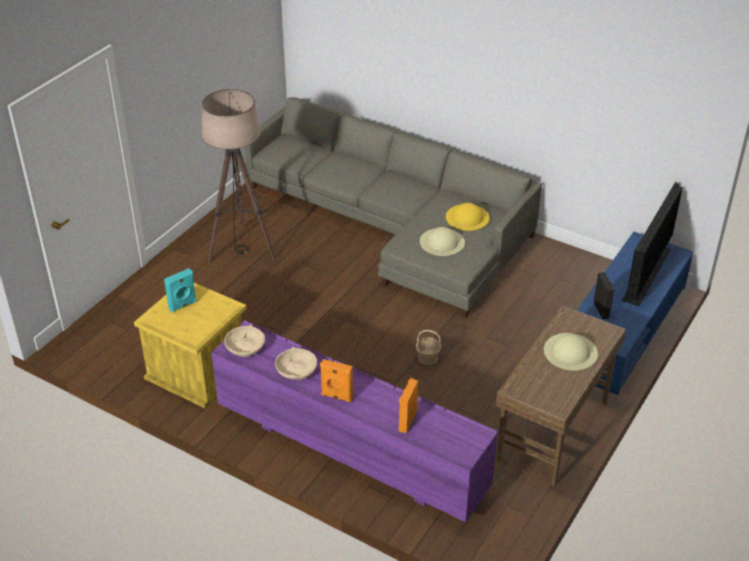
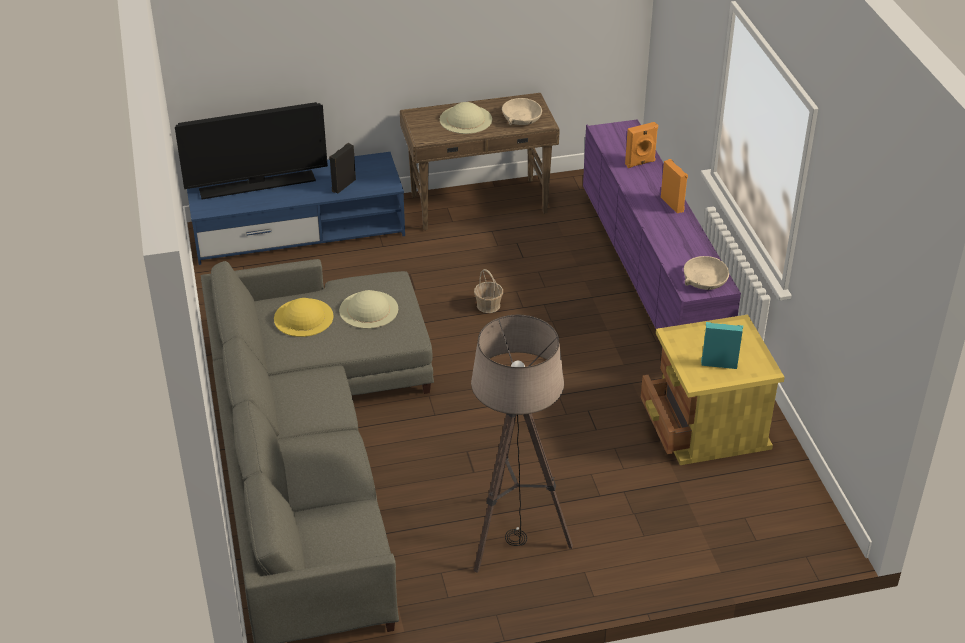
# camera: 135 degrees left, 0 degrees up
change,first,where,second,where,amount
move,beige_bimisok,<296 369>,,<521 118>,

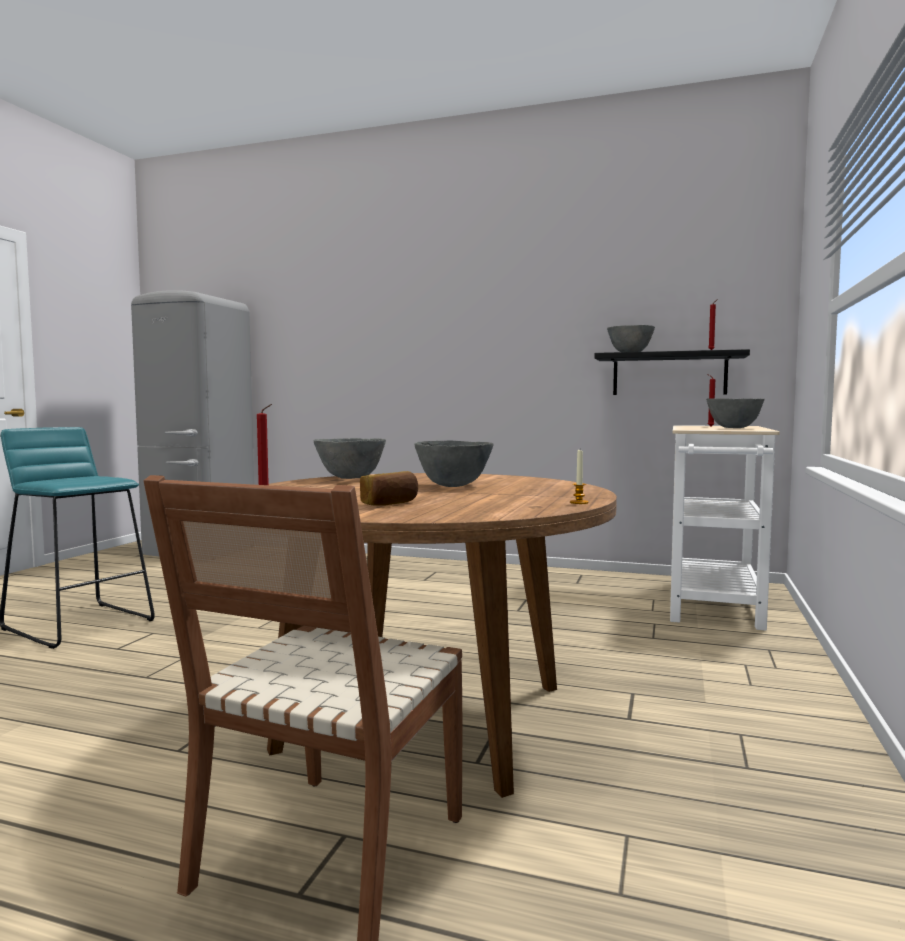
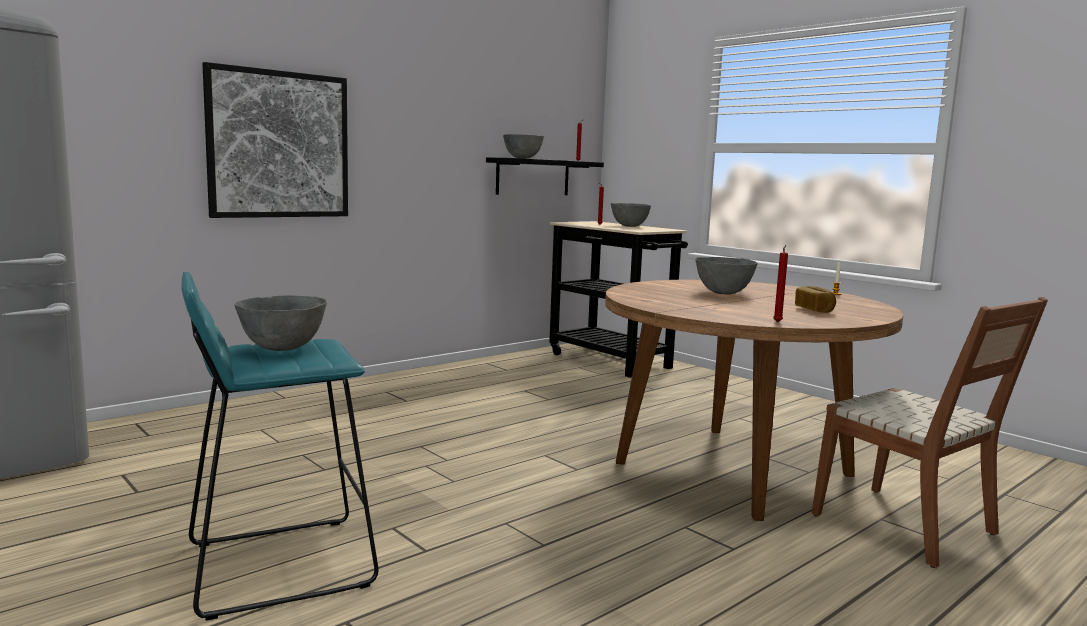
# camera: 60 degrees left, 5 degrees up
change,first,where,second,where,amount
insert,,,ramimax,<279 145>,
move,grey_bimisok,<351 478>,,<282 349>,
recolor,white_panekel,<713 605>,black_panekel,<611 361>,

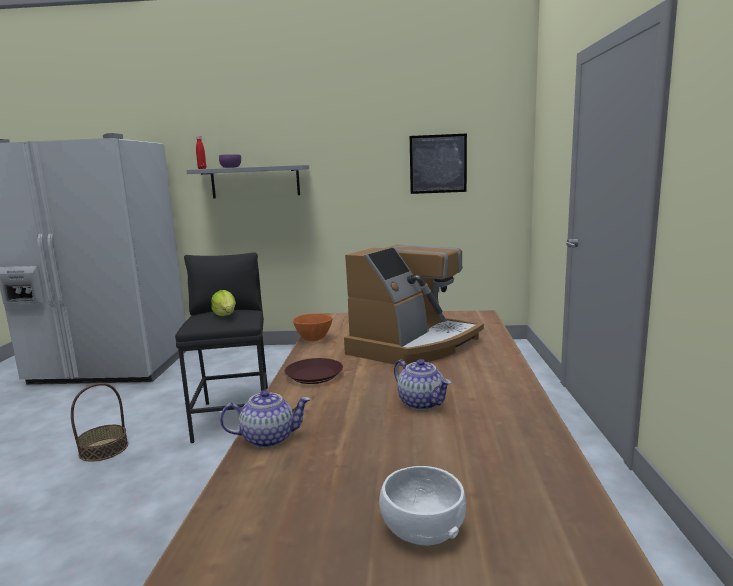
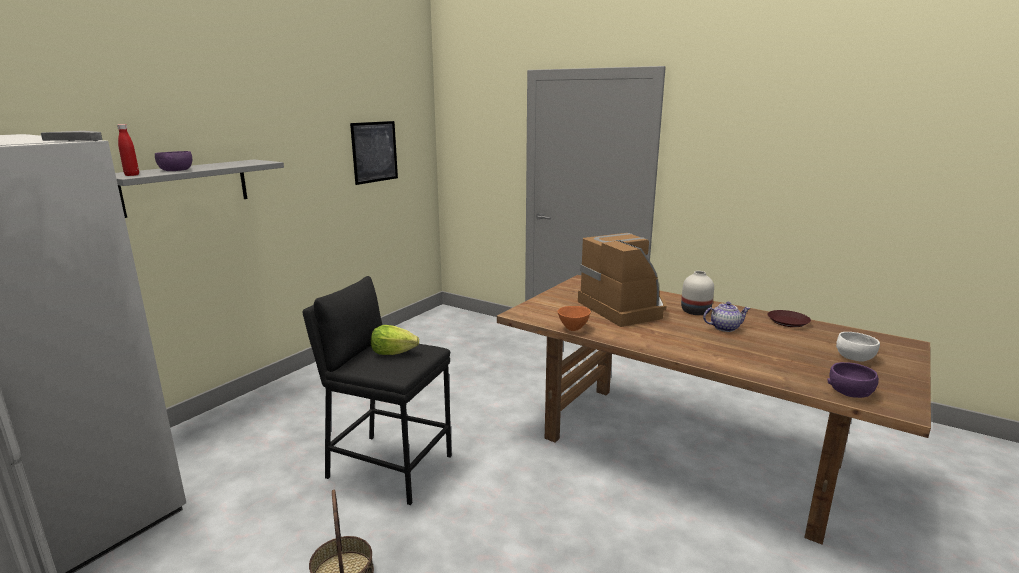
# camera: 60 degrees left, 5 degrees up
change,first,where,second,where,amount
delete,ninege,<269 438>,,,
insert,,,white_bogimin,<695 311>,
insert,,,purple_bimisok,<850 392>,
move,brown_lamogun,<314 375>,,<787 322>,

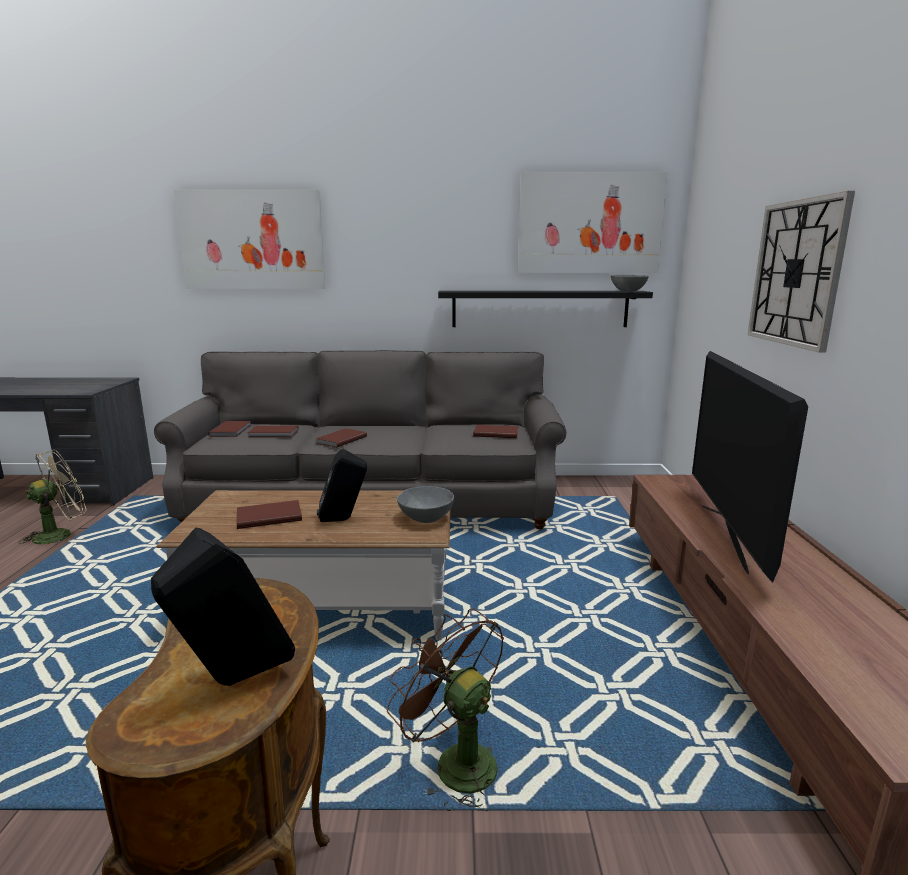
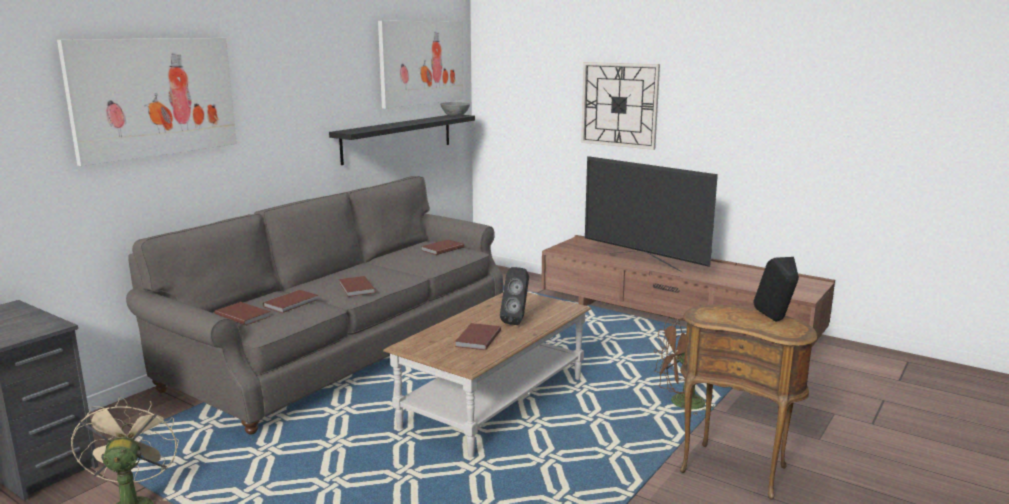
# camera: 55 degrees left, 0 degrees up
change,first,where,second,where,amount
delete,grey_bimisok,<425 518>,,,

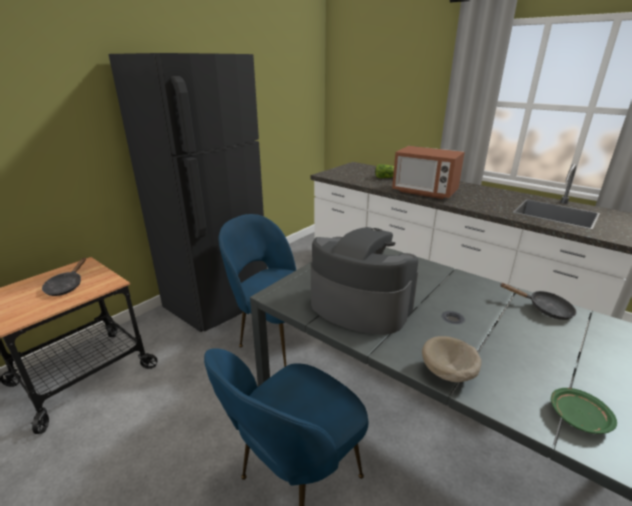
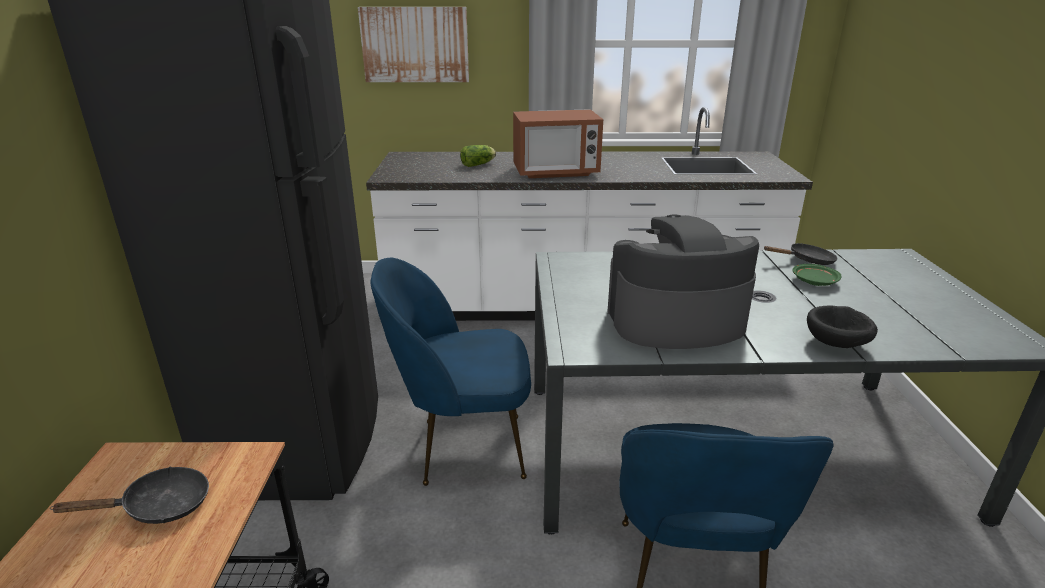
# camera: 40 degrees left, 0 degrees up
change,first,where,second,where,amount
insert,,,ramimax,<415 45>,
move,green_lamogun,<578 417>,,<814 281>,
recolor,beige_bimisok,<448 374>,black_bimisok,<837 344>,
rotate,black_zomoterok,<66 286>,,<159 507>,75 degrees counterclockwise

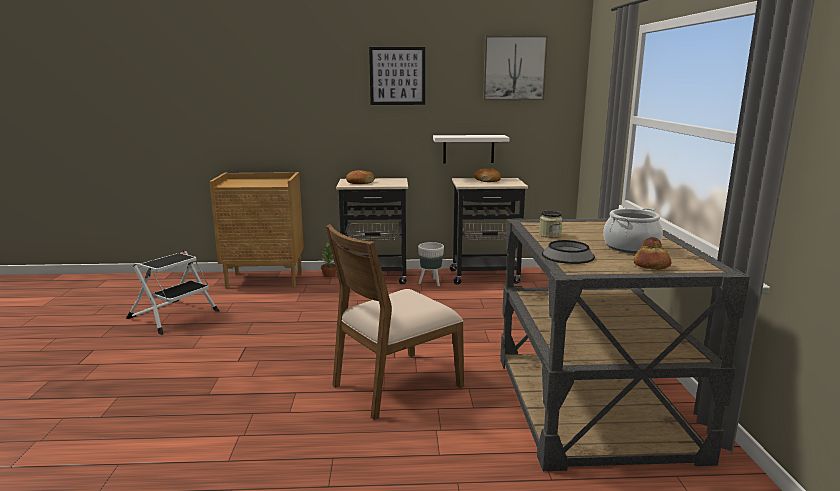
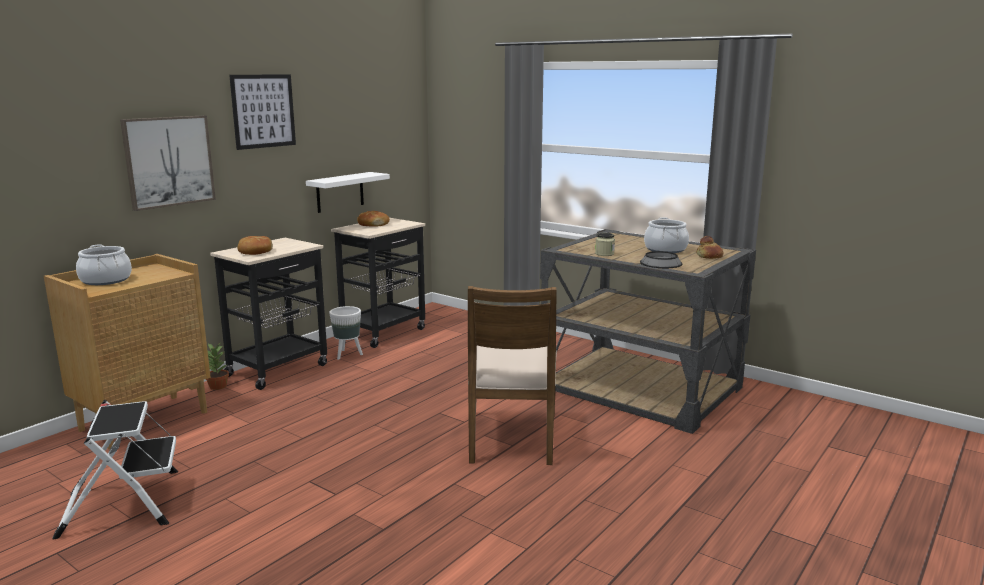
# camera: 50 degrees left, 0 degrees up
change,first,where,second,where,amount
insert,,,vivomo,<106 280>,
move,ramimax,<514 68>,,<168 161>,

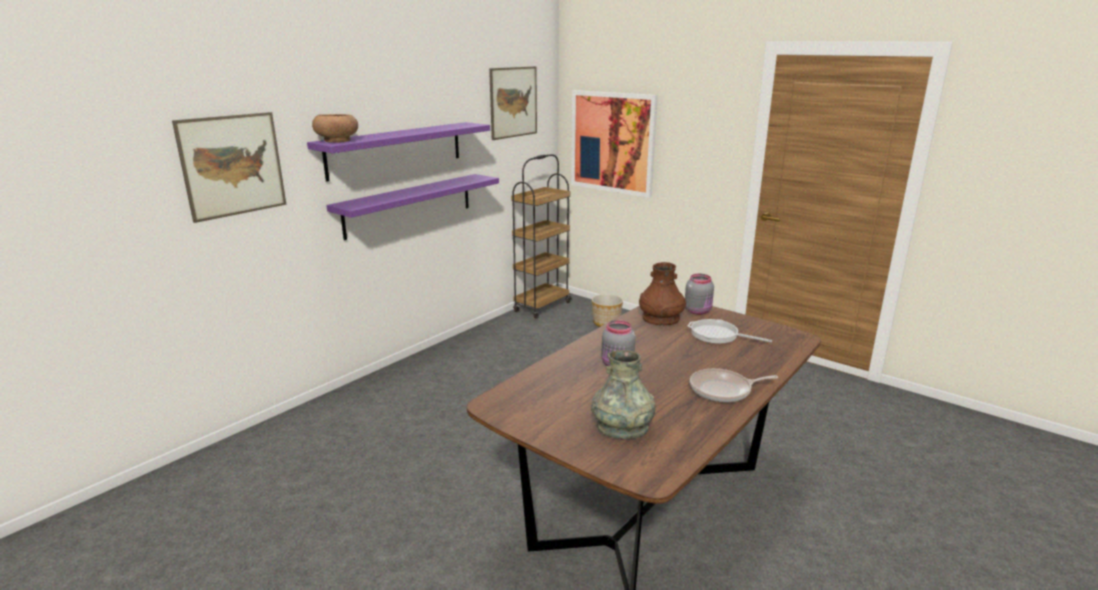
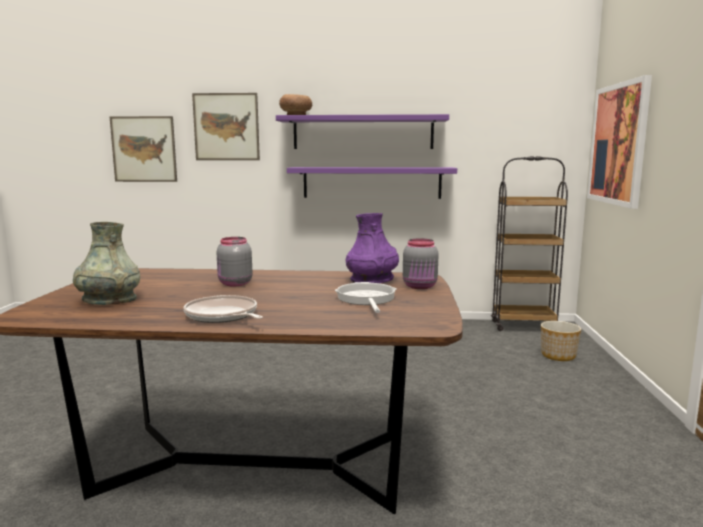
# camera: 55 degrees right, 10 degrees down
change,first,where,second,where,amount
move,ramimax,<513 102>,,<144 149>,
recolor,brown_bogimin,<660 318>,purple_bogimin,<372 280>,

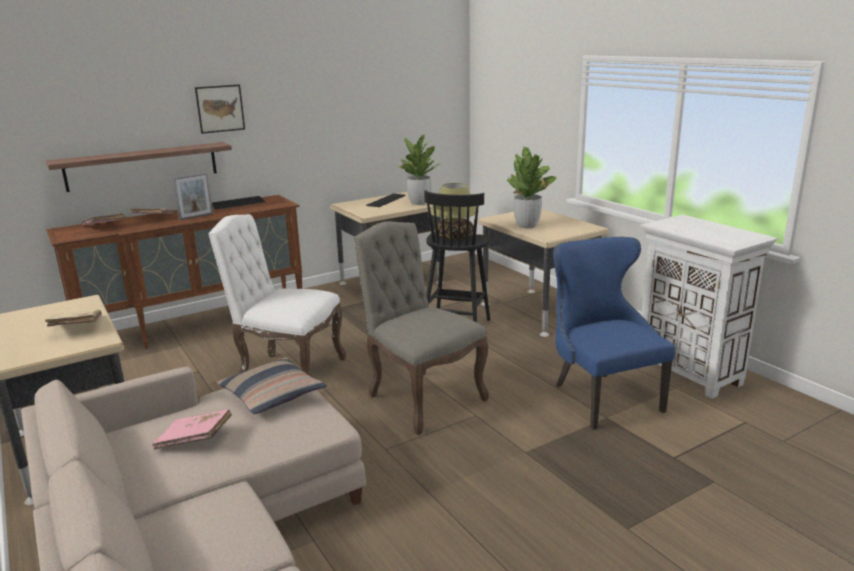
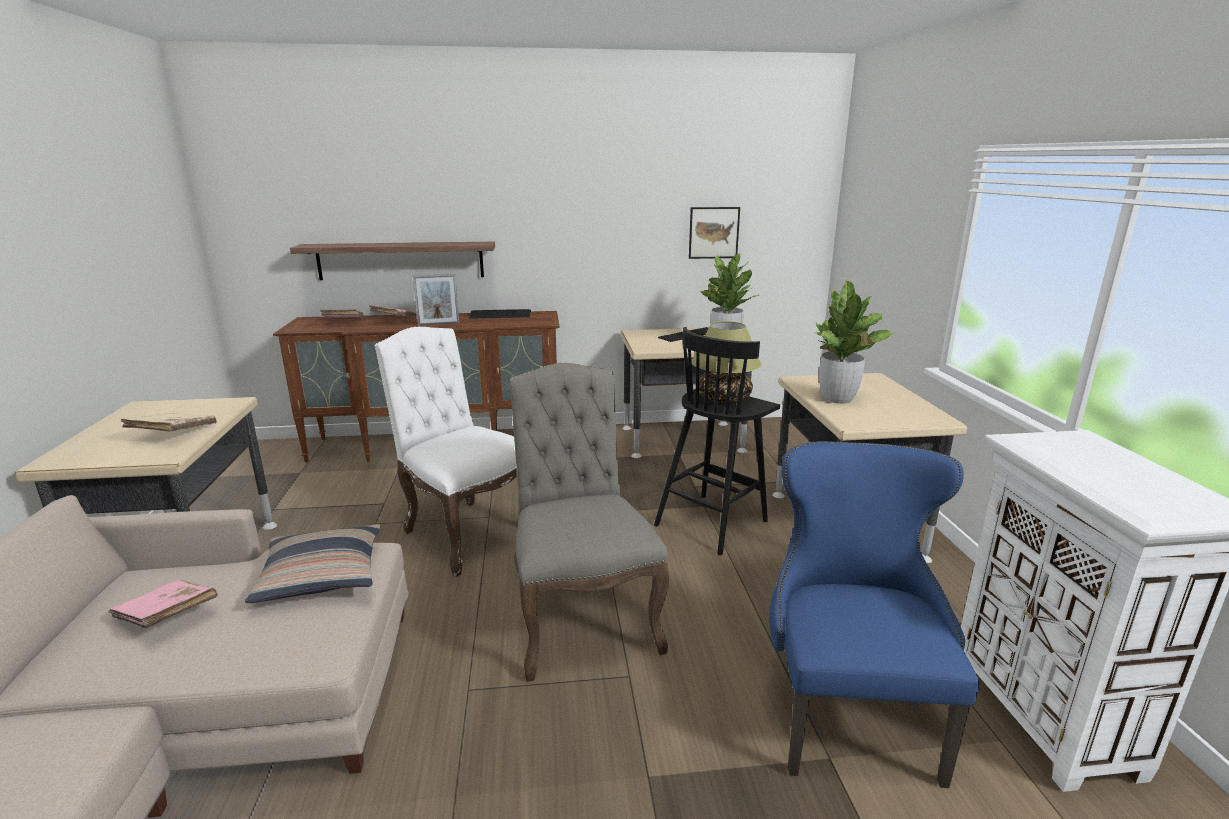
# camera: 25 degrees right, 0 degrees up
change,first,where,second,where,amount
move,ramimax,<220 108>,,<713 232>,

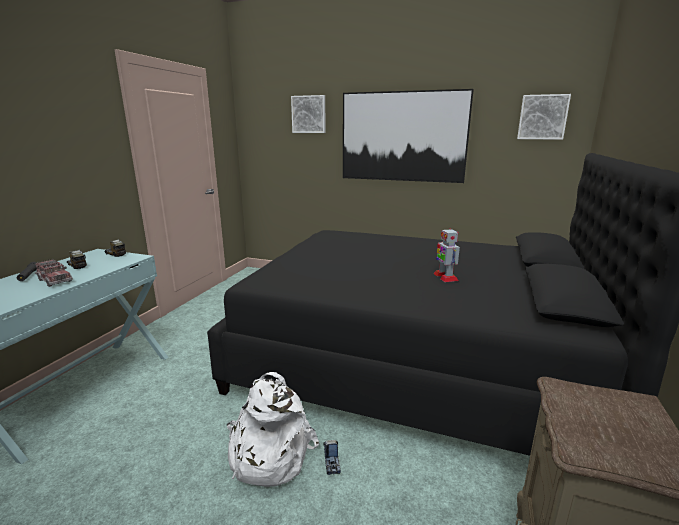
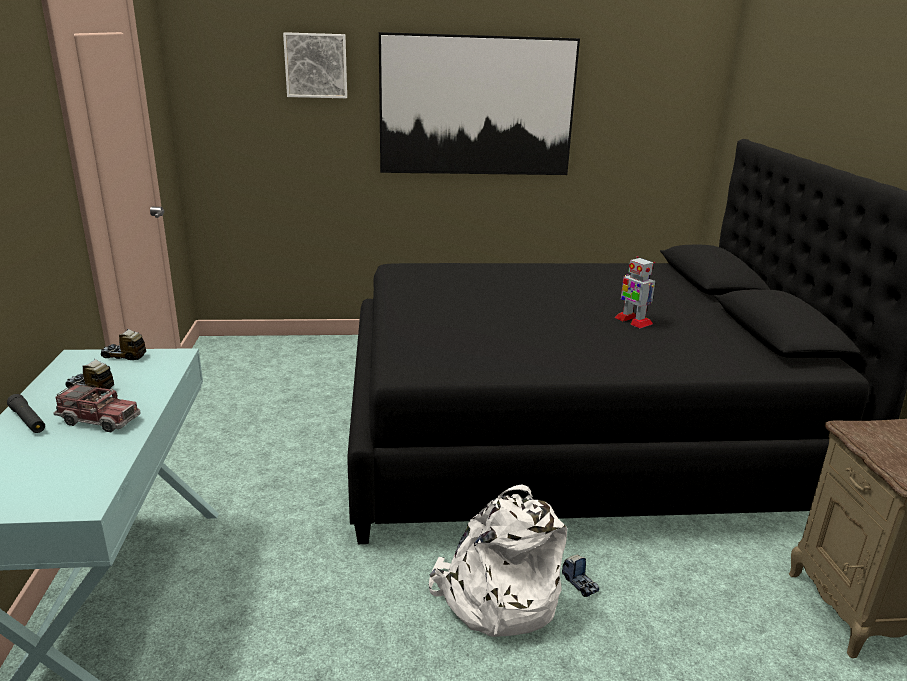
# camera: 25 degrees left, 5 degrees up
change,first,where,second,where,amount
delete,ramimax,<542 117>,,,

